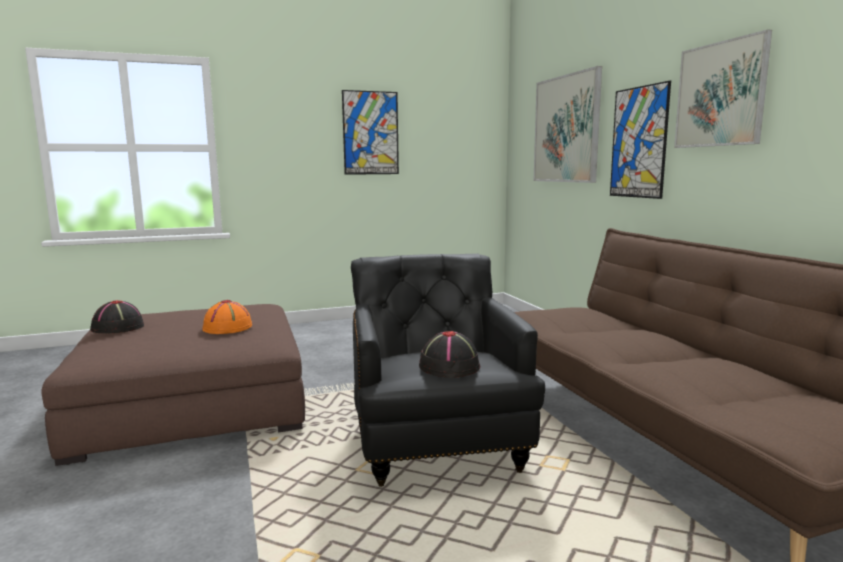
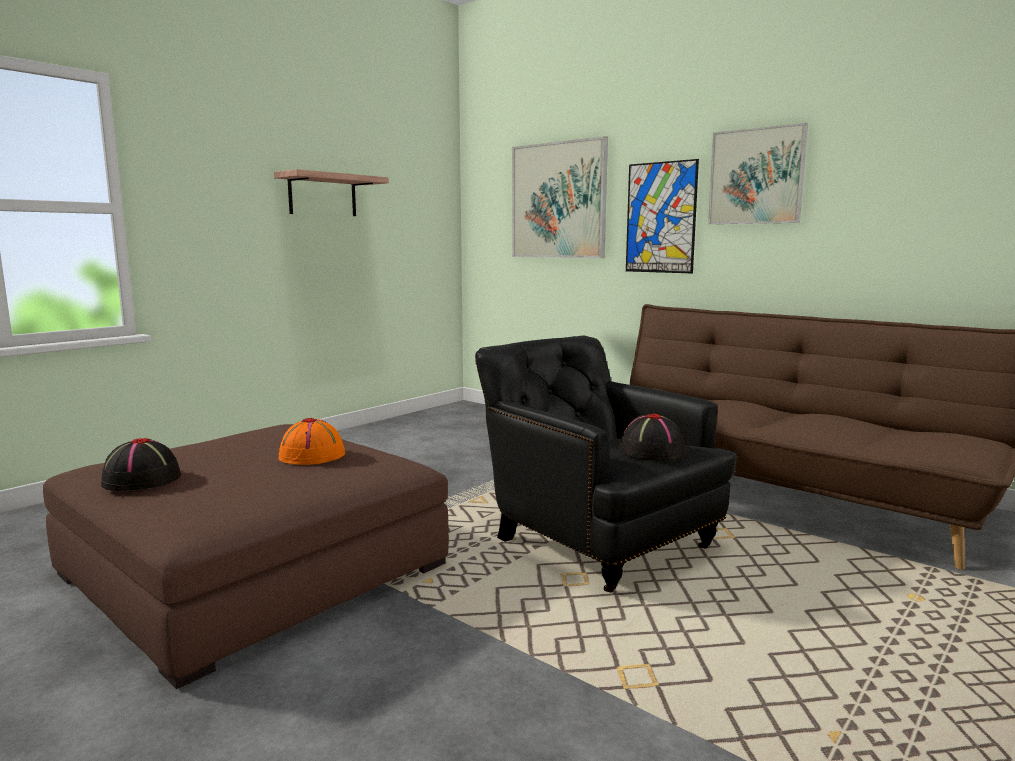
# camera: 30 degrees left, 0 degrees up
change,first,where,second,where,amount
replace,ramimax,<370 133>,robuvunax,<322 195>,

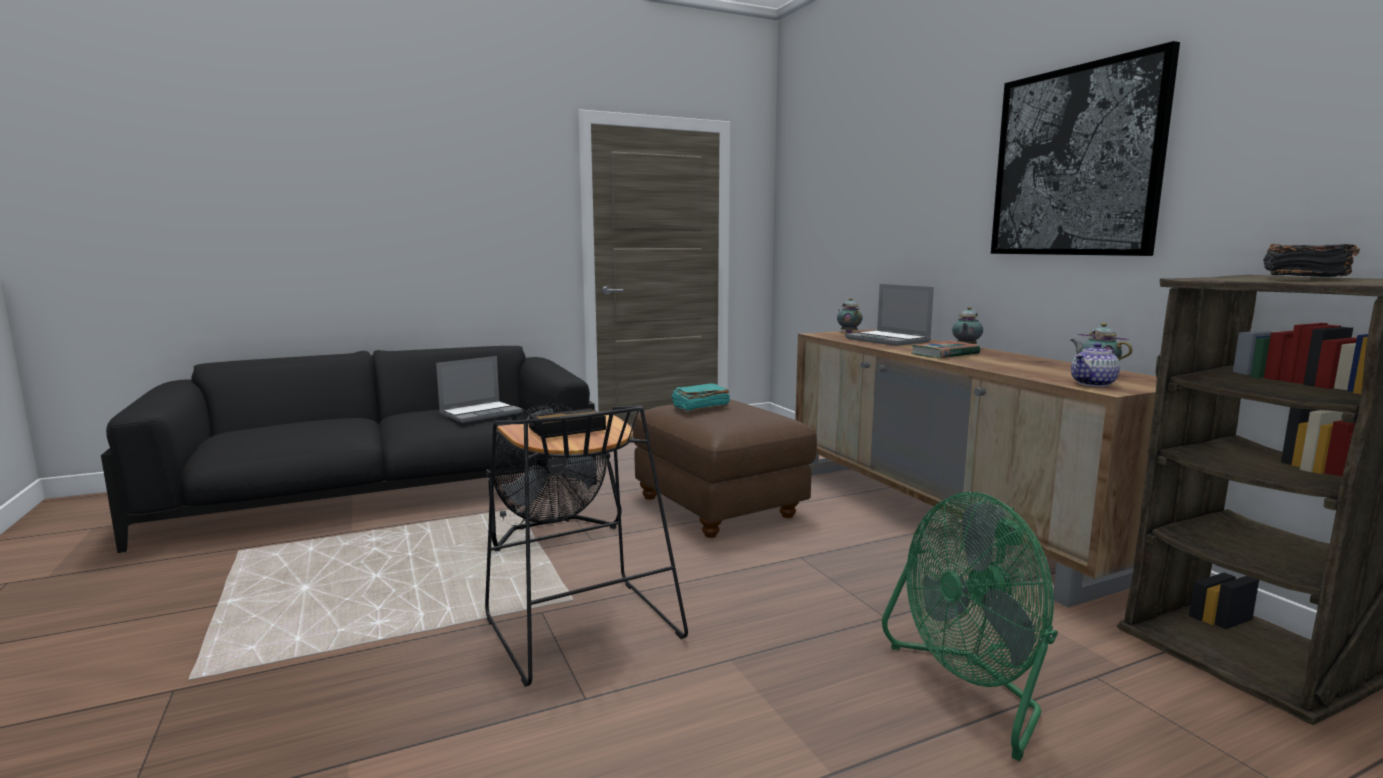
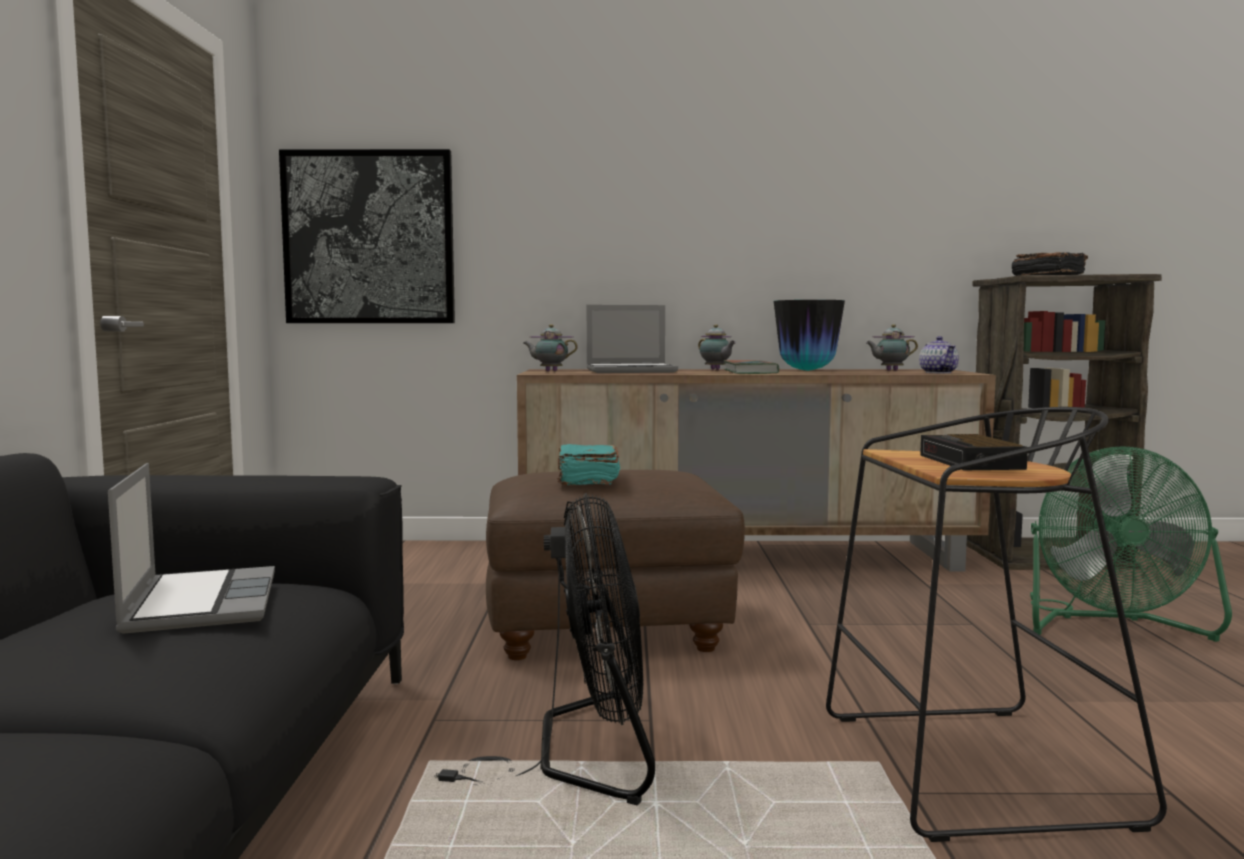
# camera: 65 degrees left, 5 degrees down
change,first,where,second,where,amount
insert,,,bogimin,<807 370>,
move,ramimax,<1075 162>,,<369 238>,

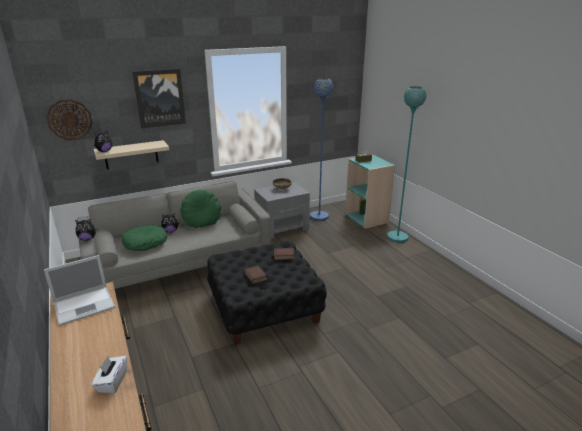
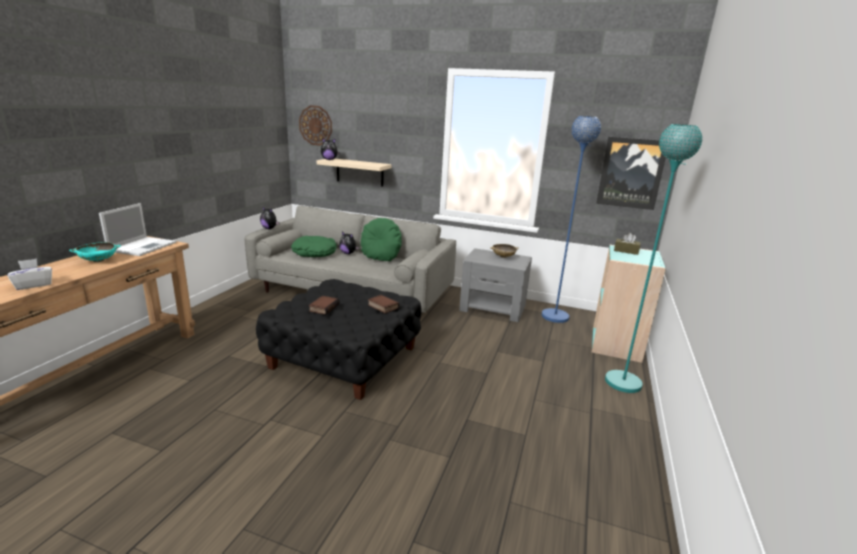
# camera: 45 degrees right, 5 degrees down
change,first,where,second,where,amount
insert,,,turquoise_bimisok,<98 261>,
move,ramimax,<160 98>,,<631 173>,
rotate,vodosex,<85 305>,,<143 246>,90 degrees counterclockwise

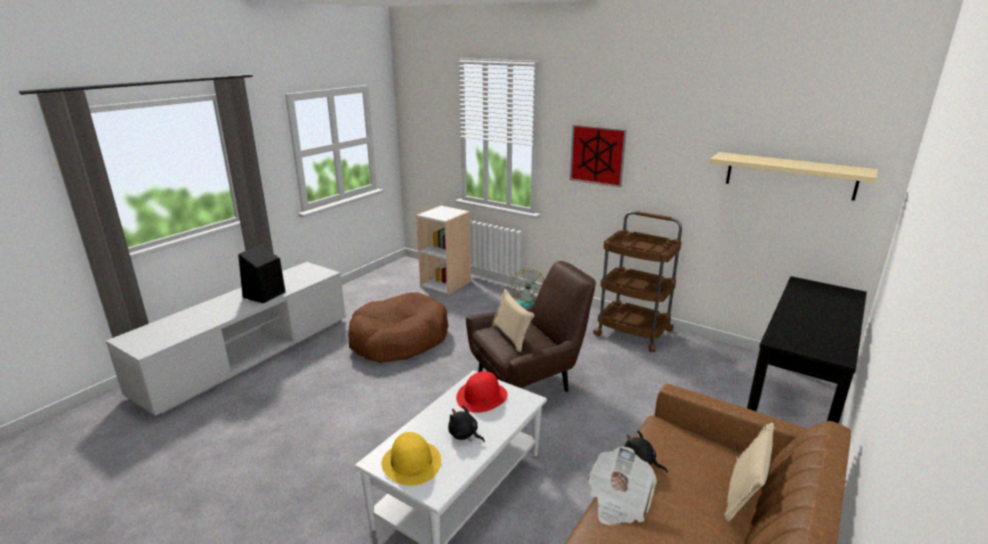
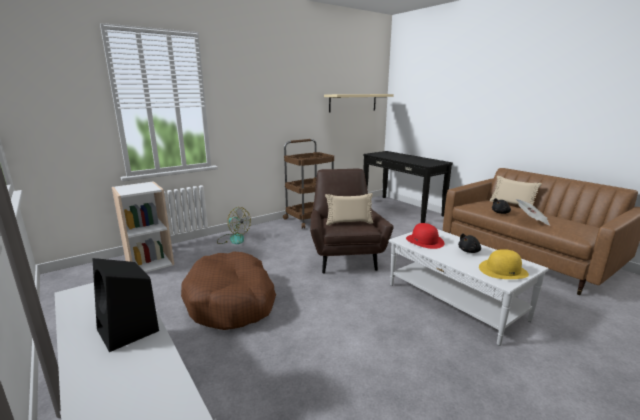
# camera: 70 degrees left, 5 degrees down
change,first,where,second,where,amount
delete,ramimax,<597 155>,,,

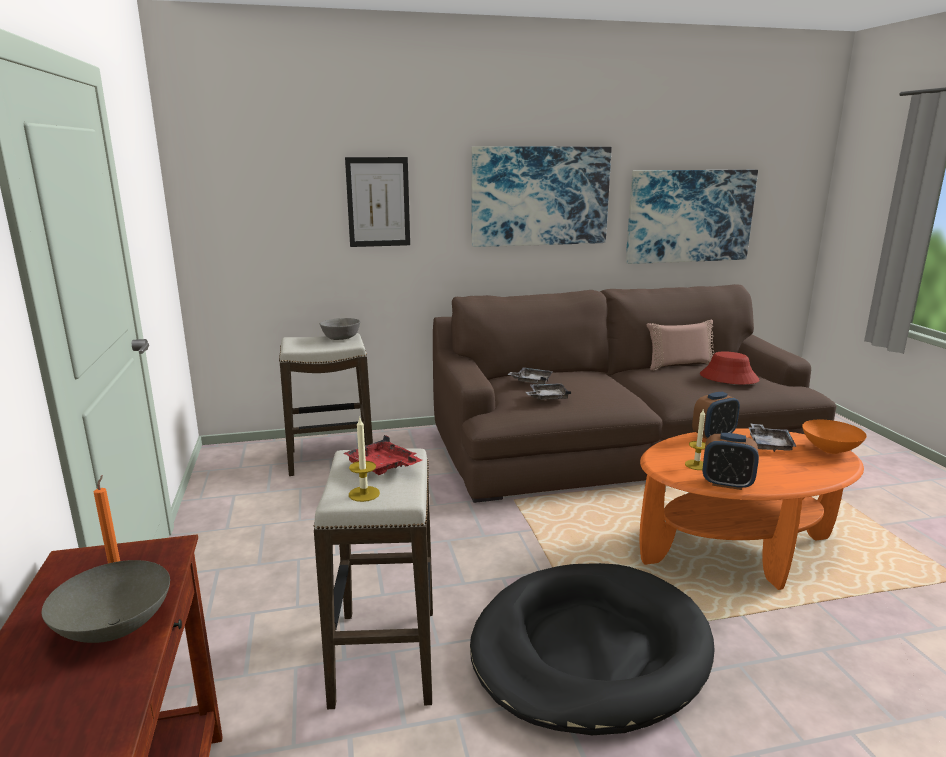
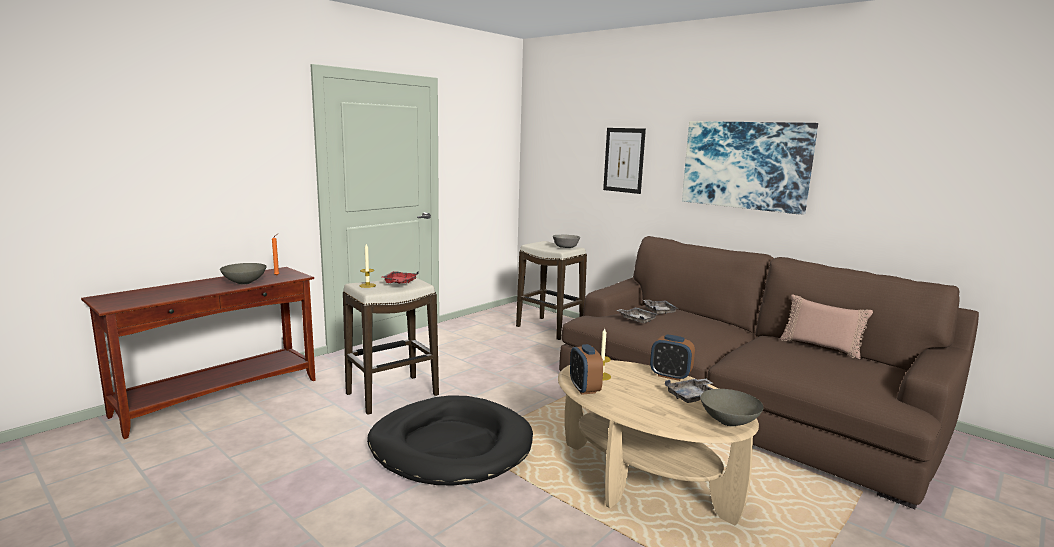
# camera: 55 degrees right, 5 degrees down
change,first,where,second,where,amount
delete,ramimax,<689 216>,,,
delete,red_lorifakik,<728 378>,,,
recolor,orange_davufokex,<737 551>,beige_davufokex,<643 481>,
recolor,orange_bimisok,<829 449>,grey_bimisok,<728 421>,

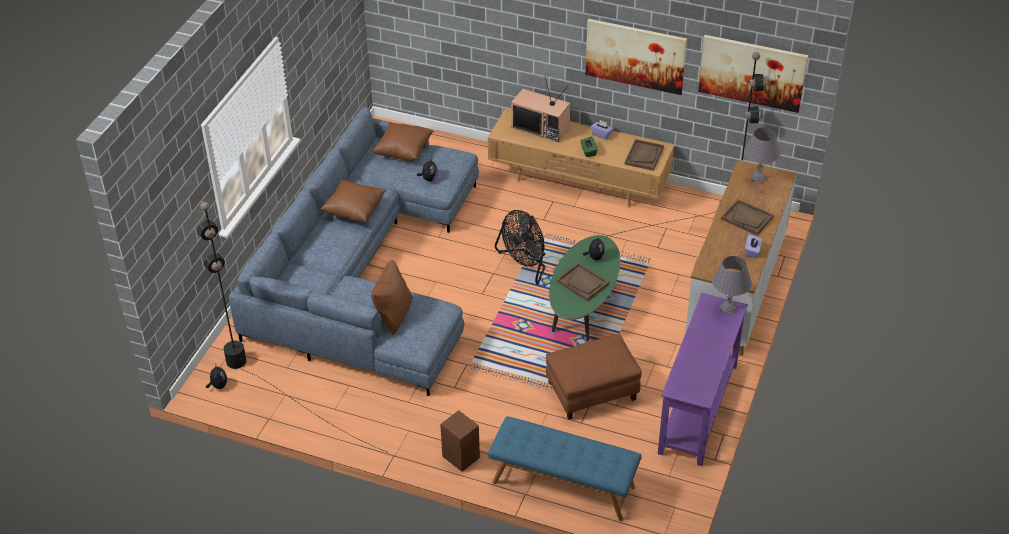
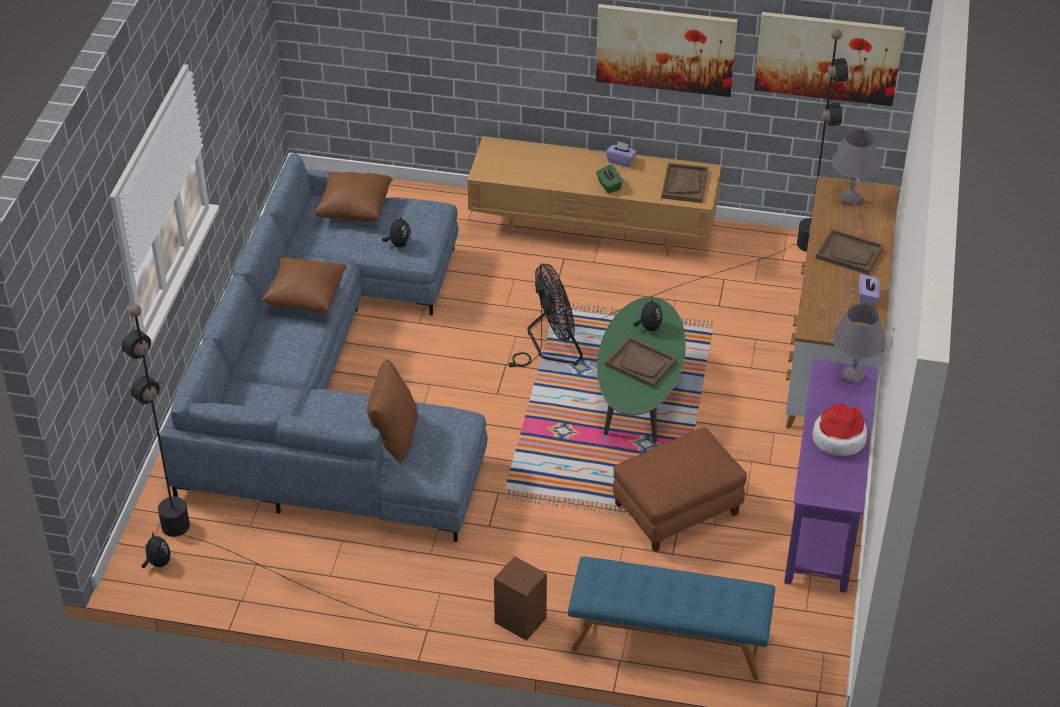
# camera: 10 degrees left, 0 degrees up
change,first,where,second,where,amount
delete,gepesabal,<541 127>,,,
insert,,,lorifakik,<838 438>,
rotate,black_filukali,<526 261>,,<547 343>,150 degrees counterclockwise

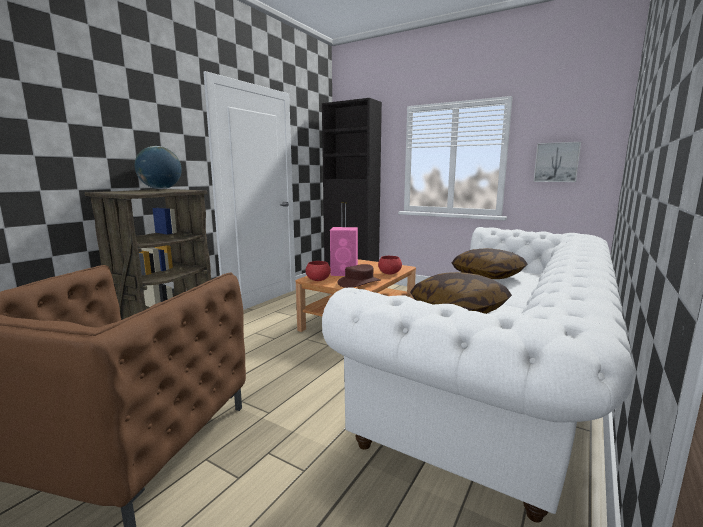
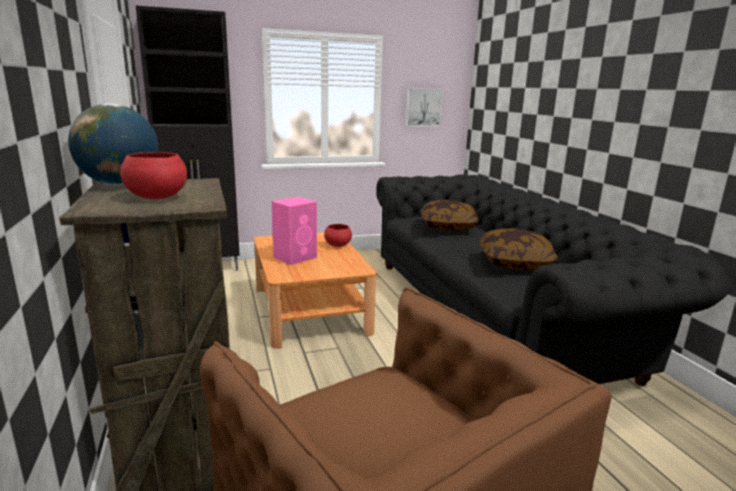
# camera: 50 degrees left, 5 degrees up
change,first,where,second,where,amount
delete,brown_lorifakik,<359 282>,,,
move,red_bimisok,<317 280>,,<156 197>,
recolor,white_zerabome,<501 377>,black_zerabome,<493 312>,

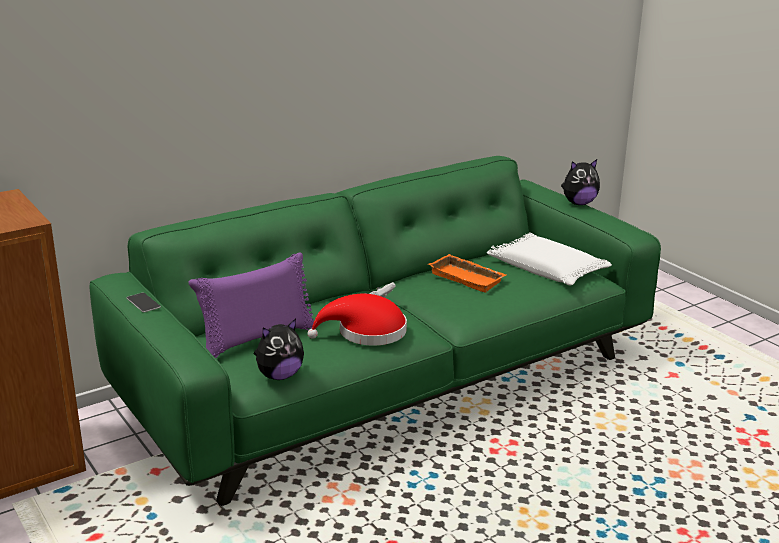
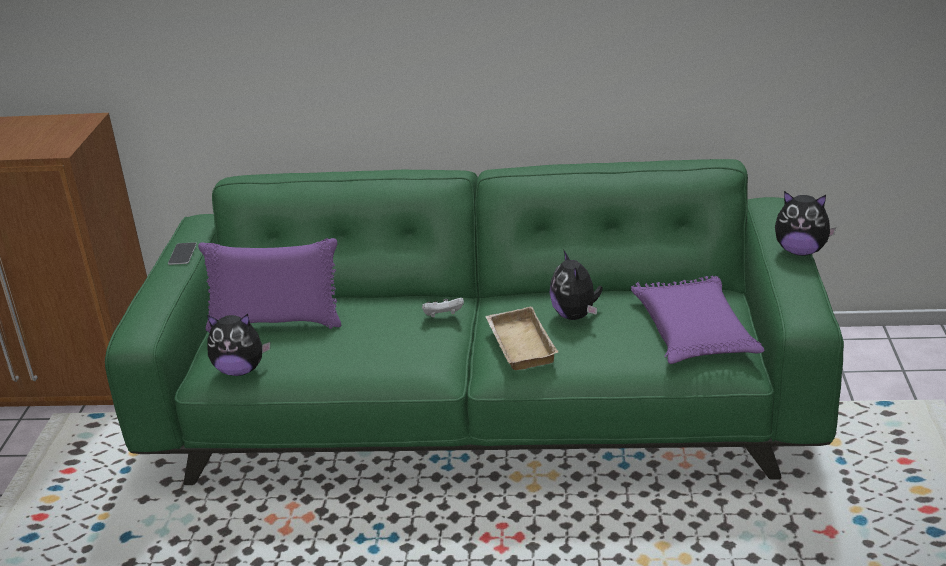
# camera: 40 degrees right, 5 degrees up
change,first,where,second,where,amount
delete,red_lorifakik,<366 333>,,,
insert,,,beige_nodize,<518 344>,
replace,orange_nodize,<468 278>,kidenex,<576 315>,
recolor,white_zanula,<547 267>,purple_zanula,<694 329>,

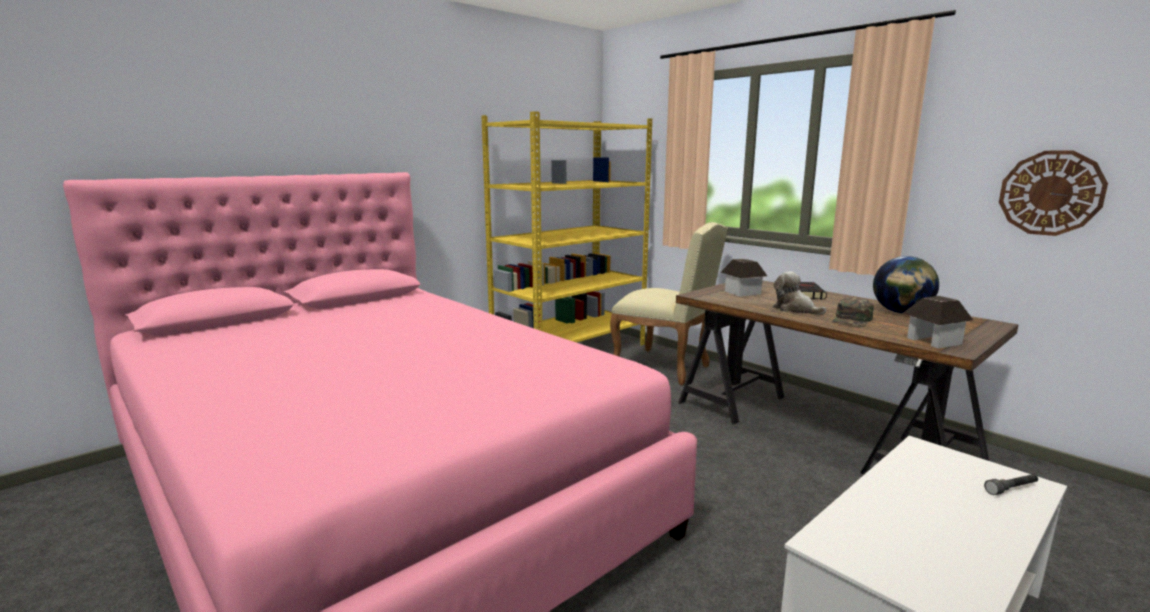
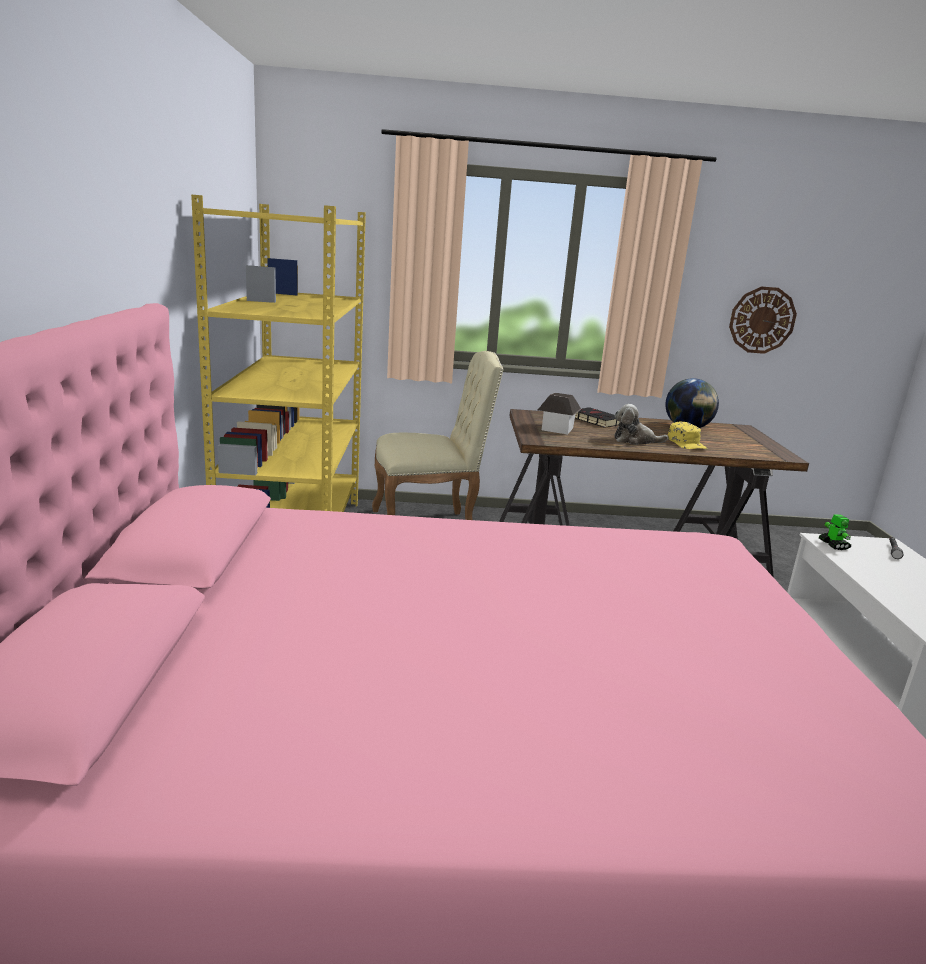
# camera: 50 degrees left, 5 degrees up
change,first,where,second,where,amount
delete,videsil,<933 341>,,,
insert,,,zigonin,<833 545>,
recolor,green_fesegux,<852 320>,yellow_fesegux,<687 443>,

